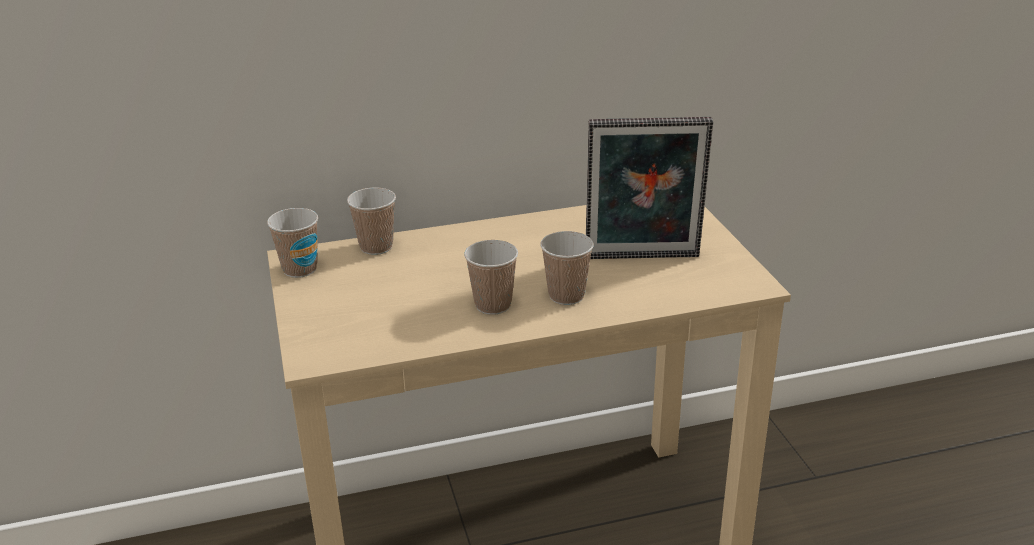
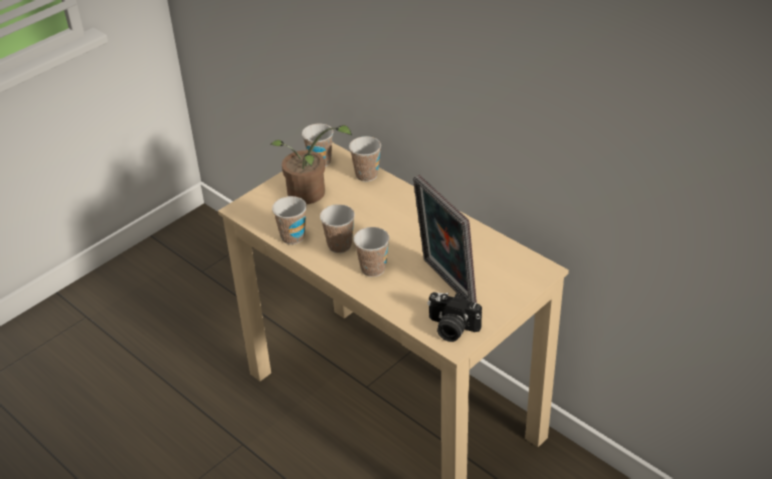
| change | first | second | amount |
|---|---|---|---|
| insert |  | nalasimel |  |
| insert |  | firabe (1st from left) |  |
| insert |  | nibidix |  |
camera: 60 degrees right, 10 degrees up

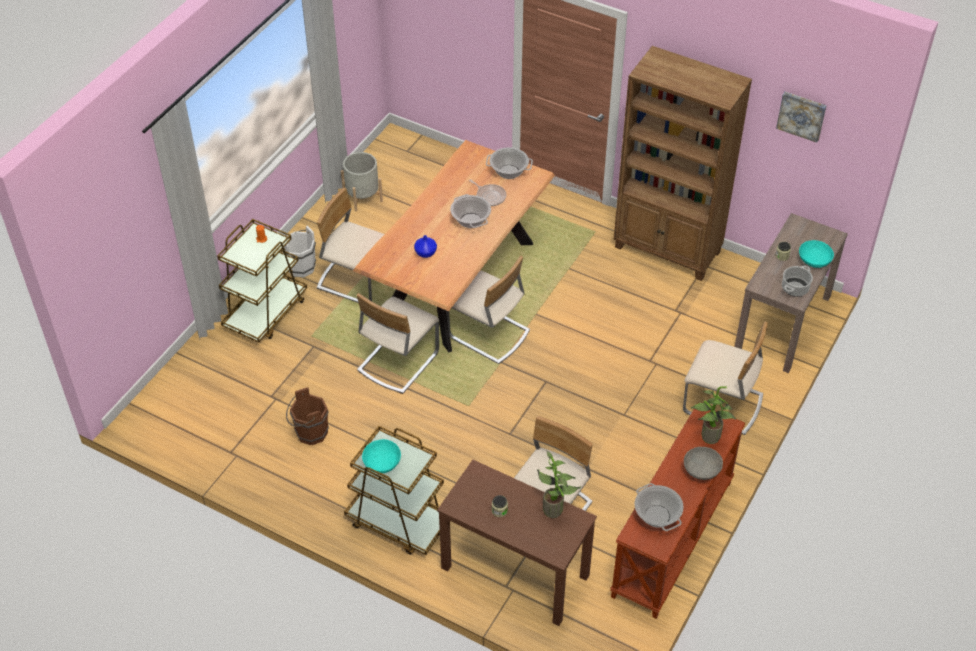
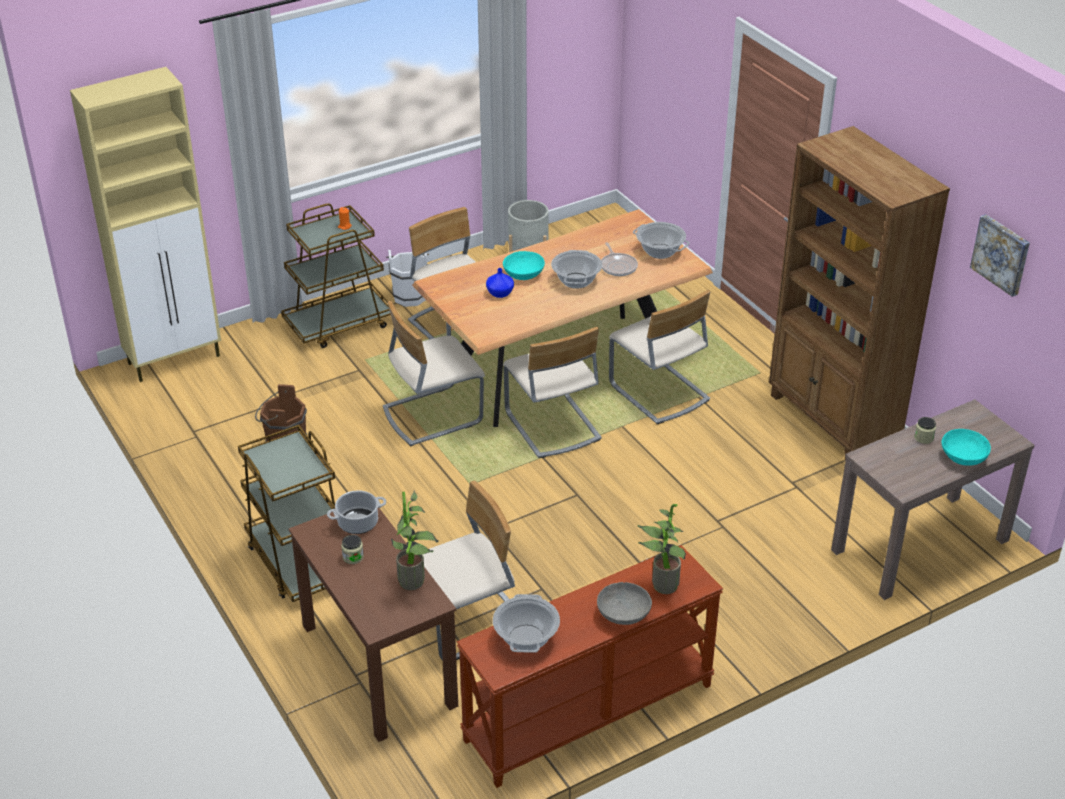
| change | first | second | amount |
|---|---|---|---|
| insert |  | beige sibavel |  |
| move | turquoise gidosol (1st from left) |  |  |
| move | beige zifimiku (5th from left) |  |  |
| move | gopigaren (4th from left in the first image) | gopigaren (1st from left) |  |
camera: 30 degrees right, 10 degrees down

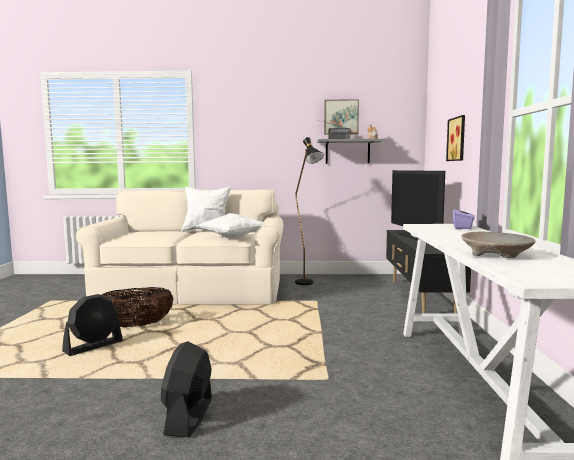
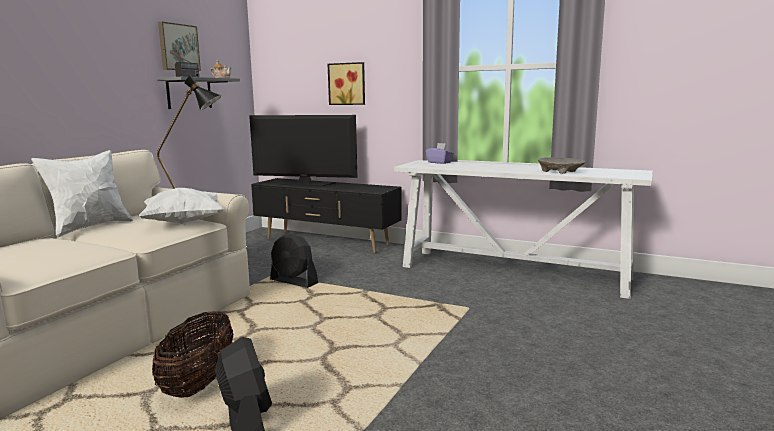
| change | first | second | amount |
|---|---|---|---|
| move | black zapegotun (2nd from left) |  |  |
camera: 65 degrees left, 5 degrees up

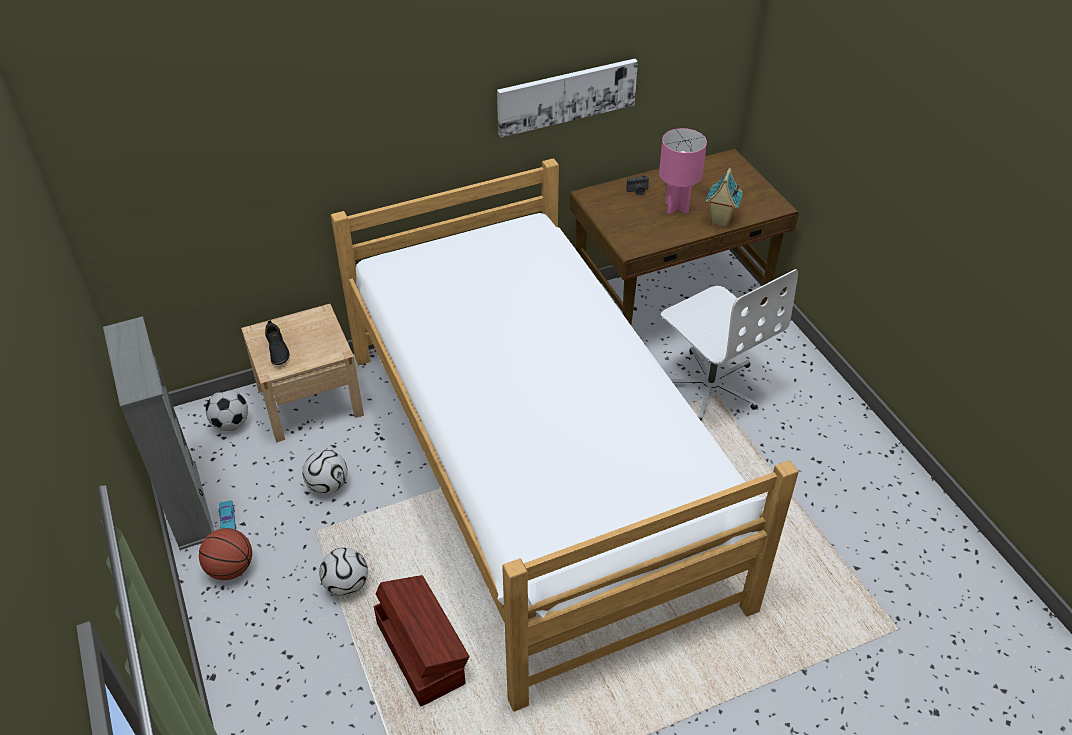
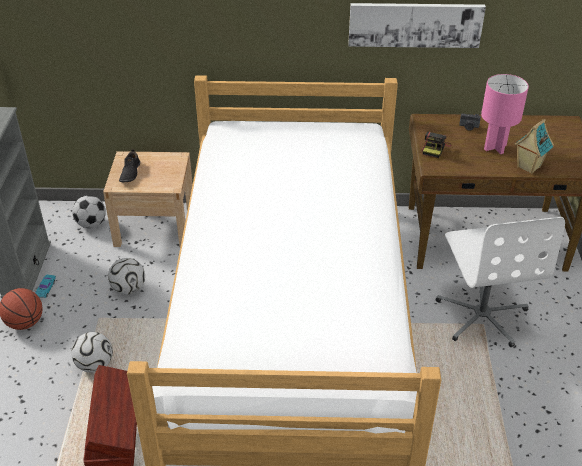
| change | first | second | amount |
|---|---|---|---|
| insert |  | nibidix (1st from left) |  |
camera: 25 degrees right, 5 degrees down

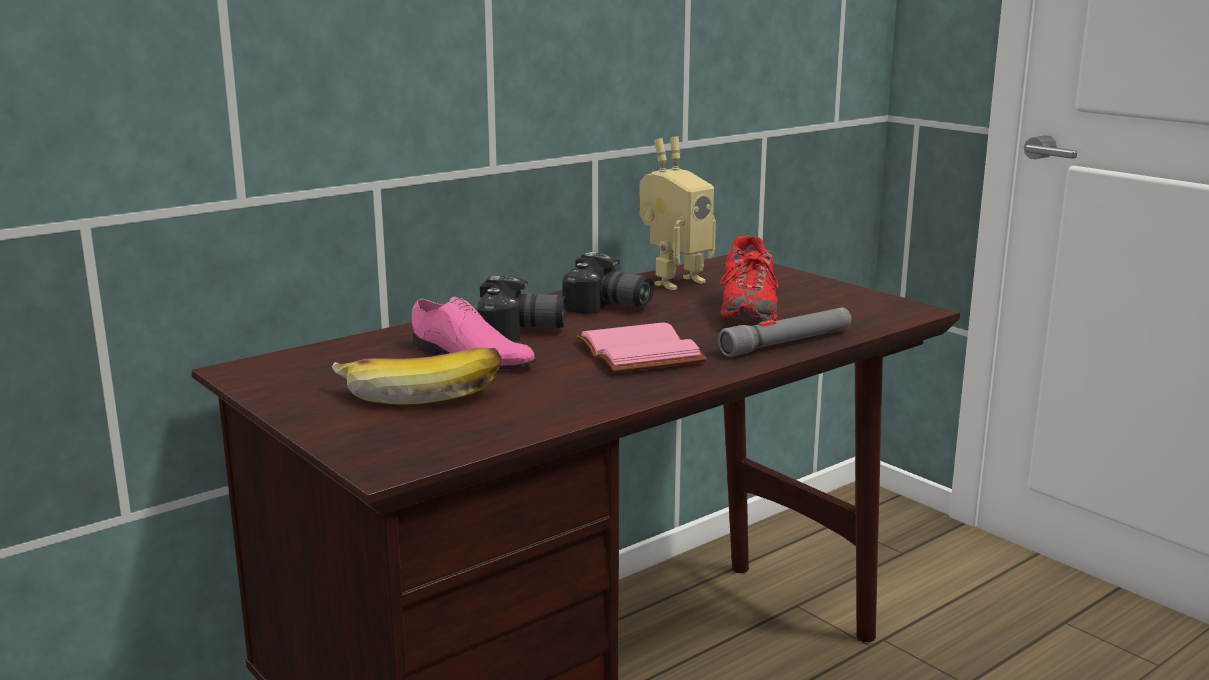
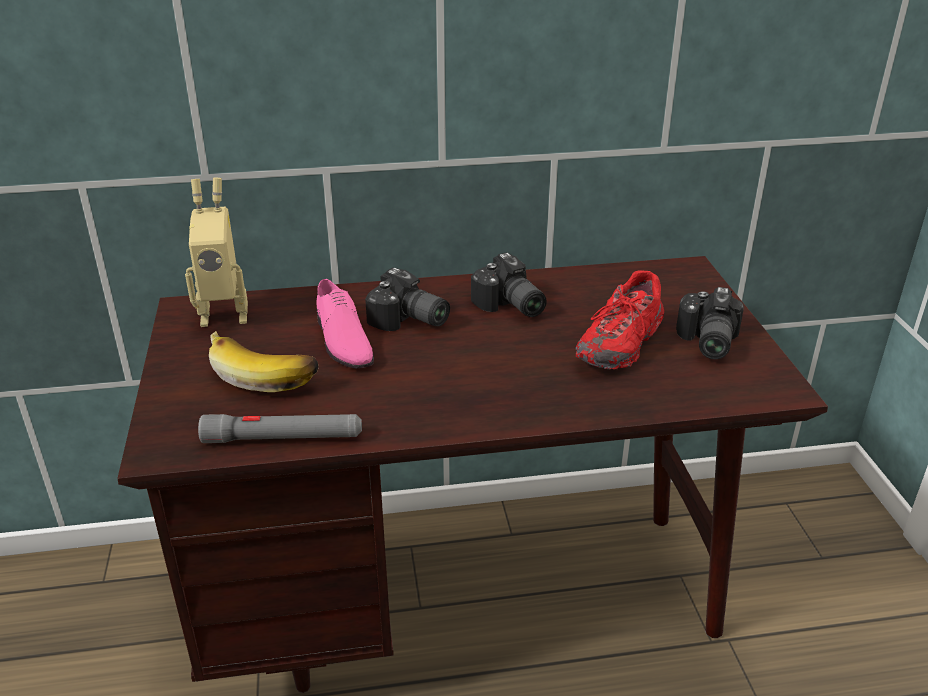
| change | first | second | amount |
|---|---|---|---|
| delete | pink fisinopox |  |  |
| insert |  | nibidix (3rd from left) |  |
| move | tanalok |  |  |
| move | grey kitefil |  |  |
camera: 30 degrees right, 15 degrees up

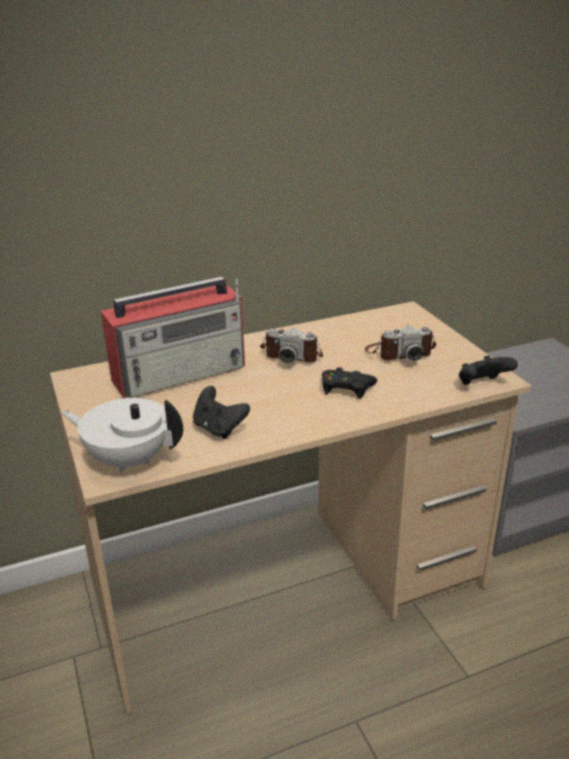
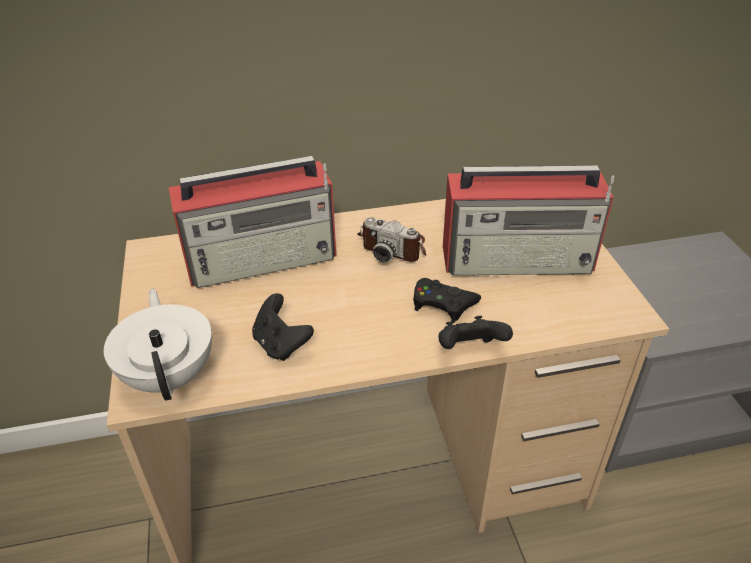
| change | first | second | amount |
|---|---|---|---|
| move | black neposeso (3rd from left) |  |  |
| replace | nibidix (2nd from left) | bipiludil (2nd from left) |  |
| rotate | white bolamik |  | 45 degrees clockwise |
camera: 10 degrees right, 10 degrees up

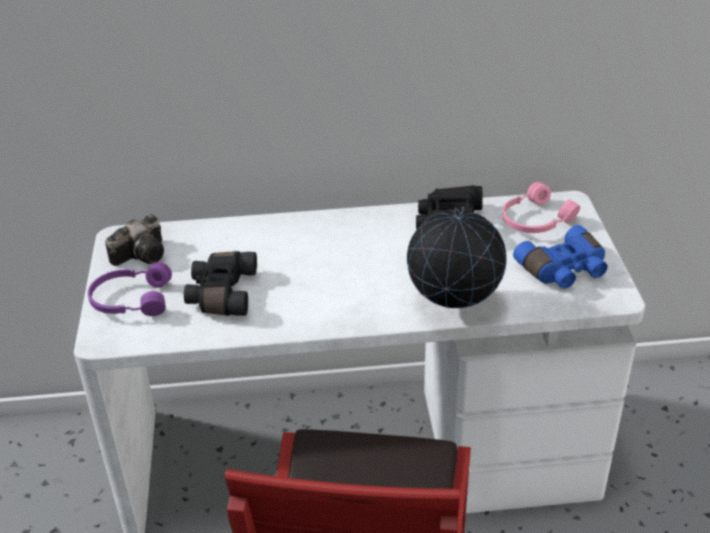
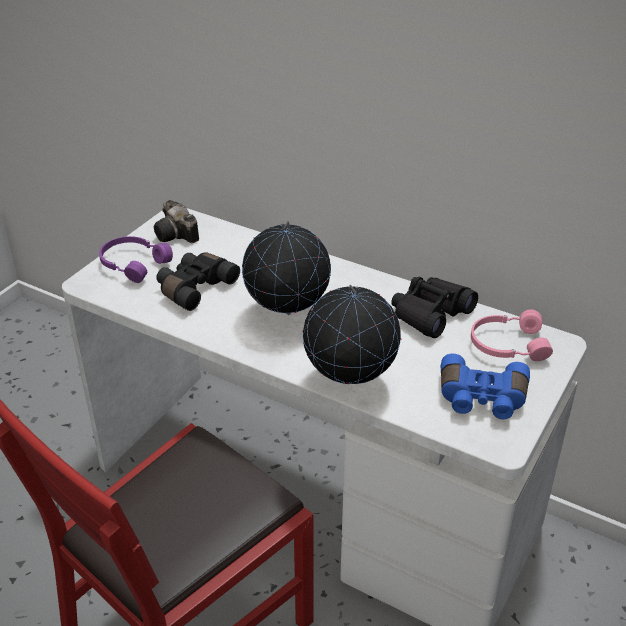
| change | first | second | amount |
|---|---|---|---|
| insert |  | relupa (1st from left) |  |
| rotate | nibidix |  | 60 degrees clockwise |
camera: 35 degrees right, 0 degrees up

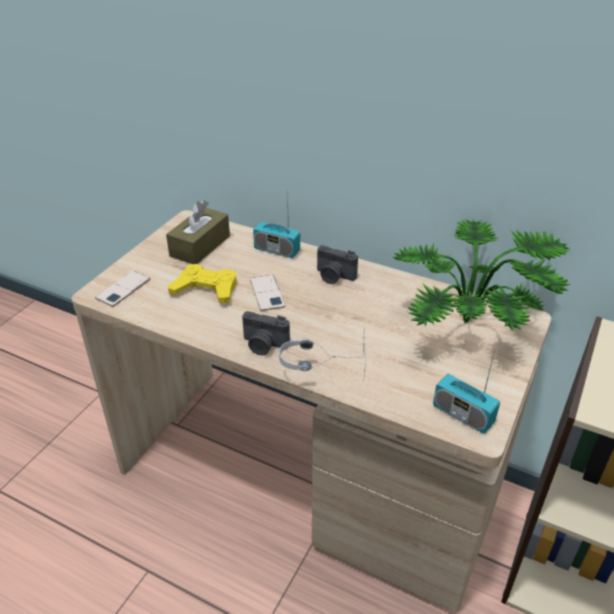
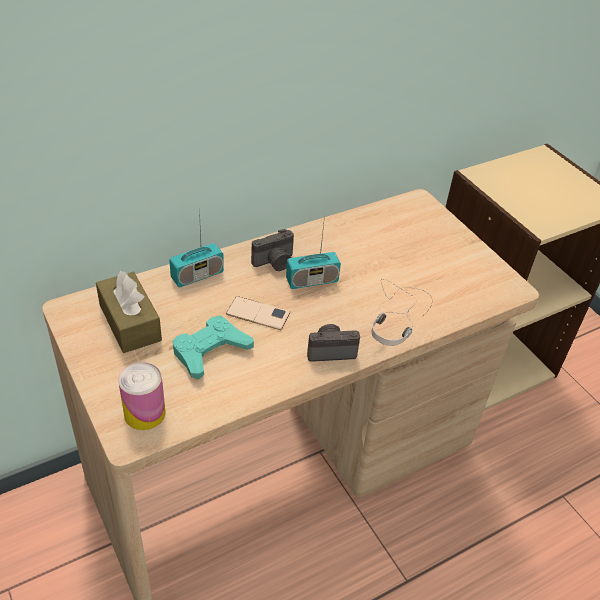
| change | first | second | amount |
|---|---|---|---|
| delete | nalasimel |  |  |
| move | bipiludil (2nd from left) |  |  |
| replace | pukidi (1st from left) | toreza |  |
| recolor | yellow neposeso | turquoise neposeso |  |
| rotate | nibidix (1st from left in the first image) | nibidix (2nd from left) | 150 degrees counterclockwise |
camera: 60 degrees left, 5 degrees up

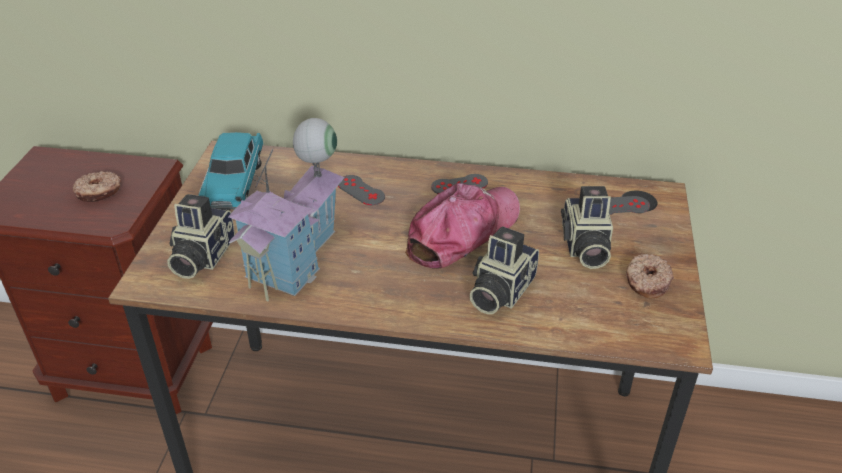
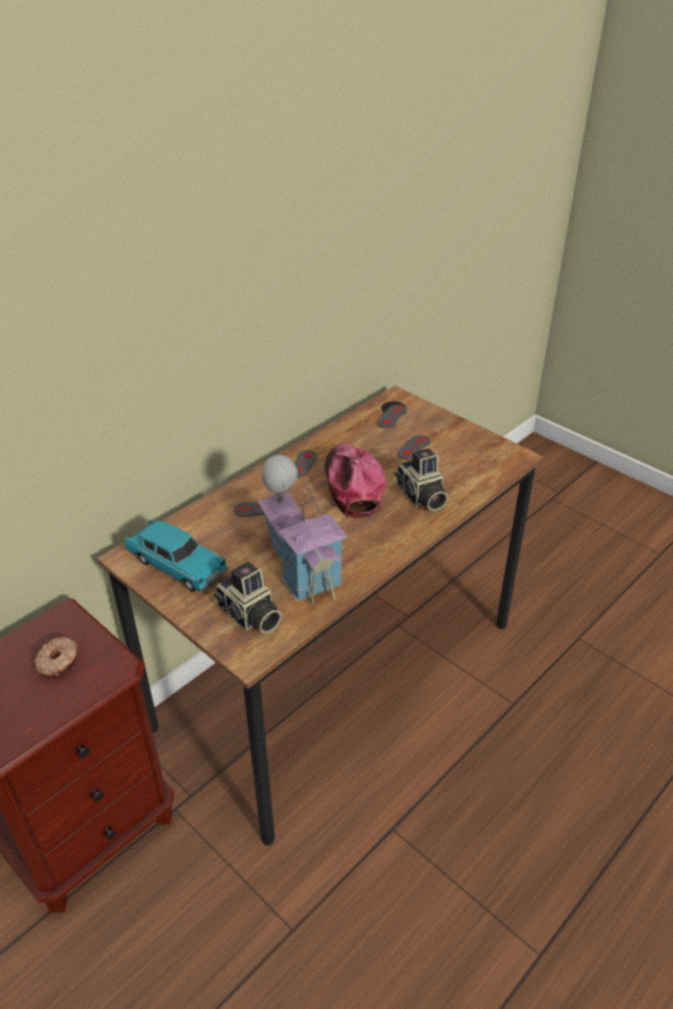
| change | first | second | amount |
|---|---|---|---|
| delete | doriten (2nd from left) |  |  |
| replace | nibidix (3rd from left) | grey neposeso (4th from left) |  |
camera: 55 degrees left, 0 degrees up

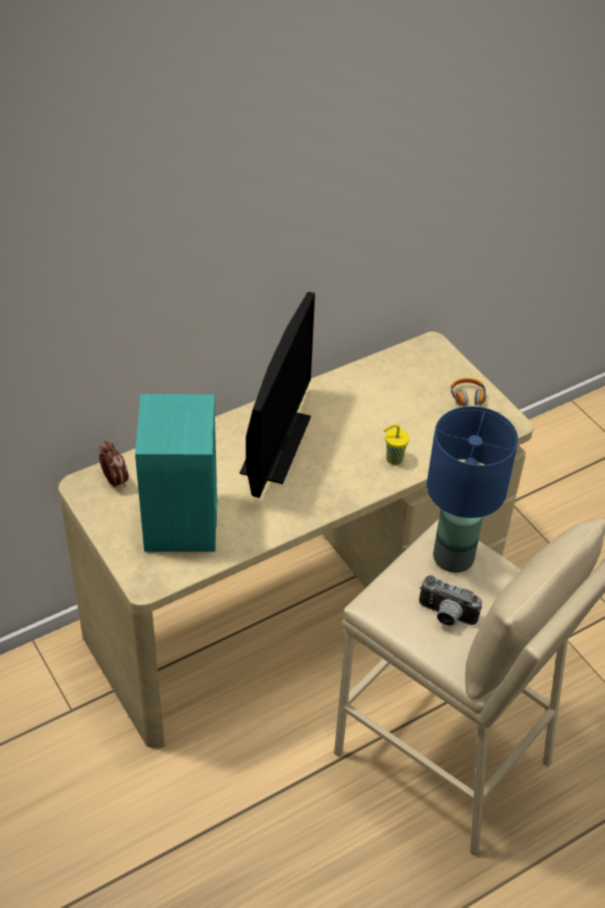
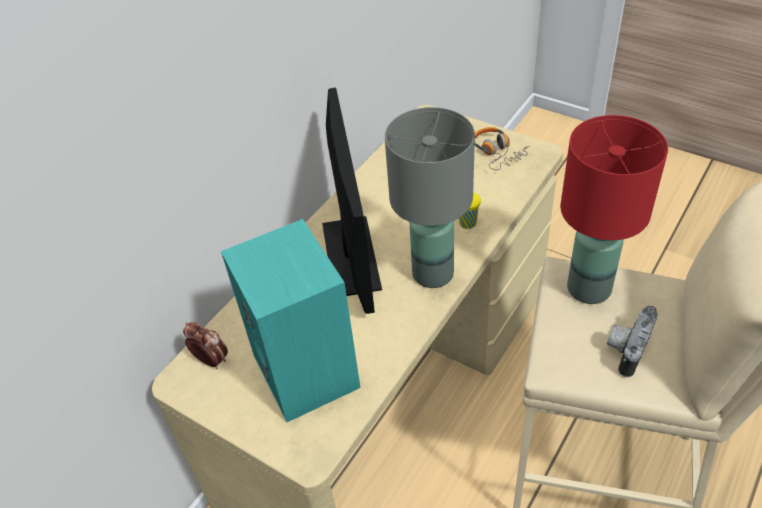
| change | first | second | amount |
|---|---|---|---|
| insert |  | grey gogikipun |  |
| recolor | blue gogikipun | red gogikipun |  |
| rotate | nibidix |  | 120 degrees clockwise |
camera: 20 degrees left, 0 degrees up

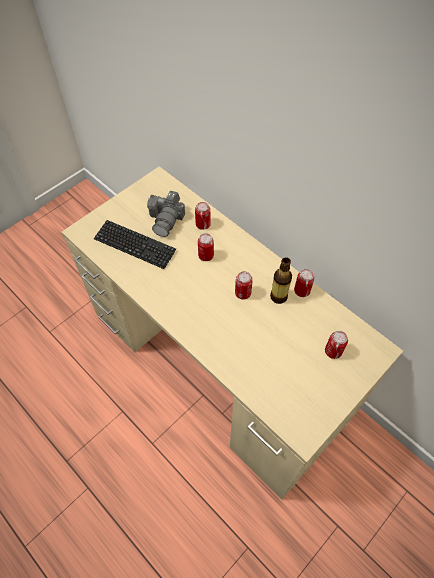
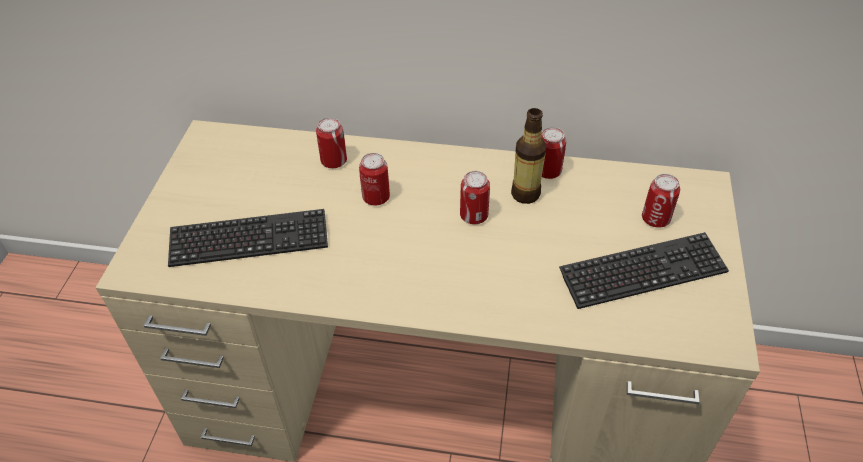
| change | first | second | amount |
|---|---|---|---|
| delete | nibidix |  |  |
| insert |  | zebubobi (2nd from left) |  |
camera: 35 degrees left, 10 degrees down

